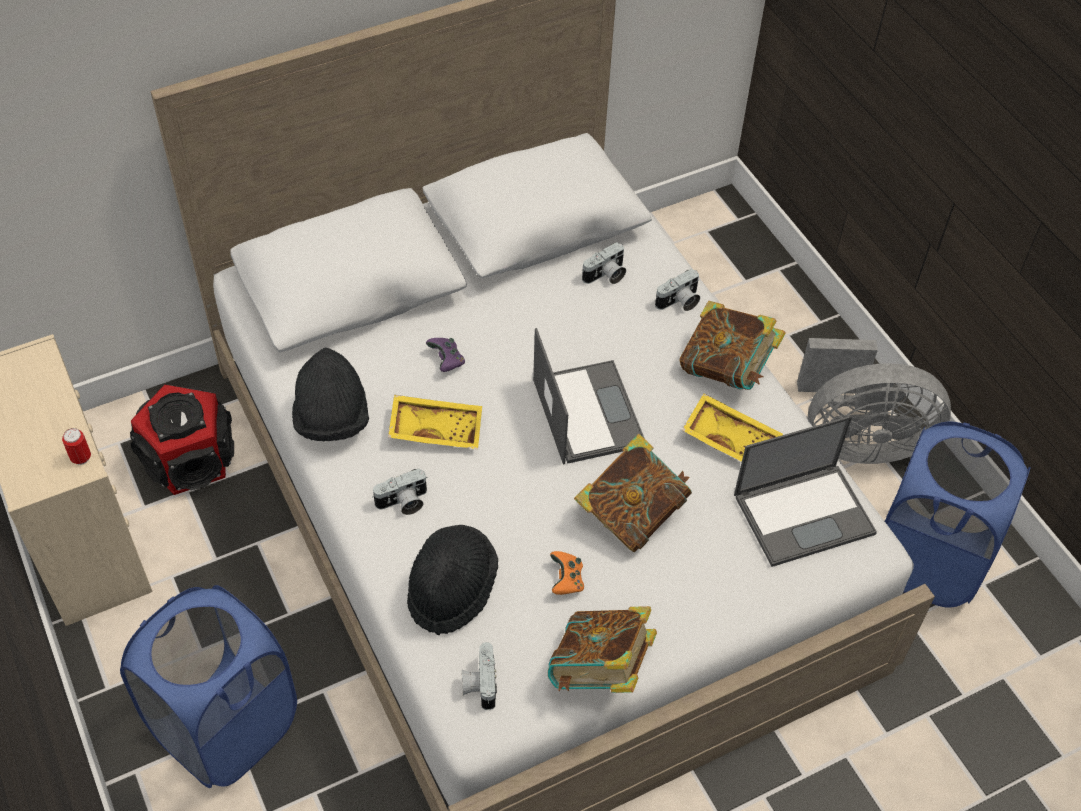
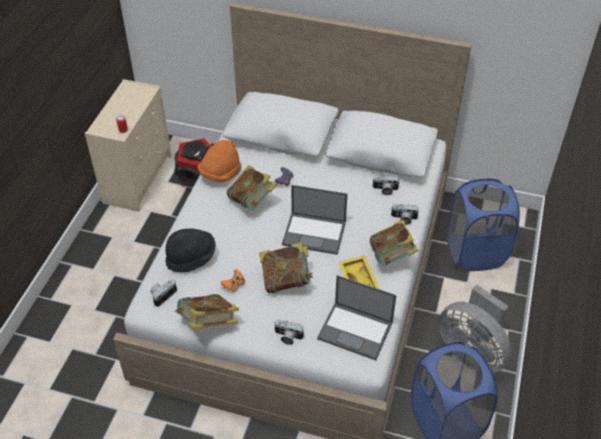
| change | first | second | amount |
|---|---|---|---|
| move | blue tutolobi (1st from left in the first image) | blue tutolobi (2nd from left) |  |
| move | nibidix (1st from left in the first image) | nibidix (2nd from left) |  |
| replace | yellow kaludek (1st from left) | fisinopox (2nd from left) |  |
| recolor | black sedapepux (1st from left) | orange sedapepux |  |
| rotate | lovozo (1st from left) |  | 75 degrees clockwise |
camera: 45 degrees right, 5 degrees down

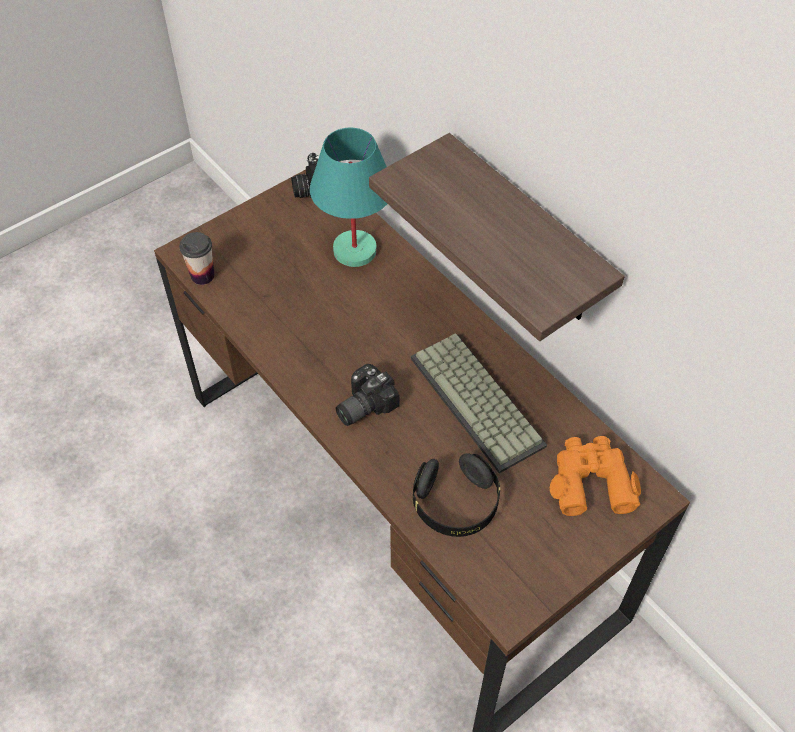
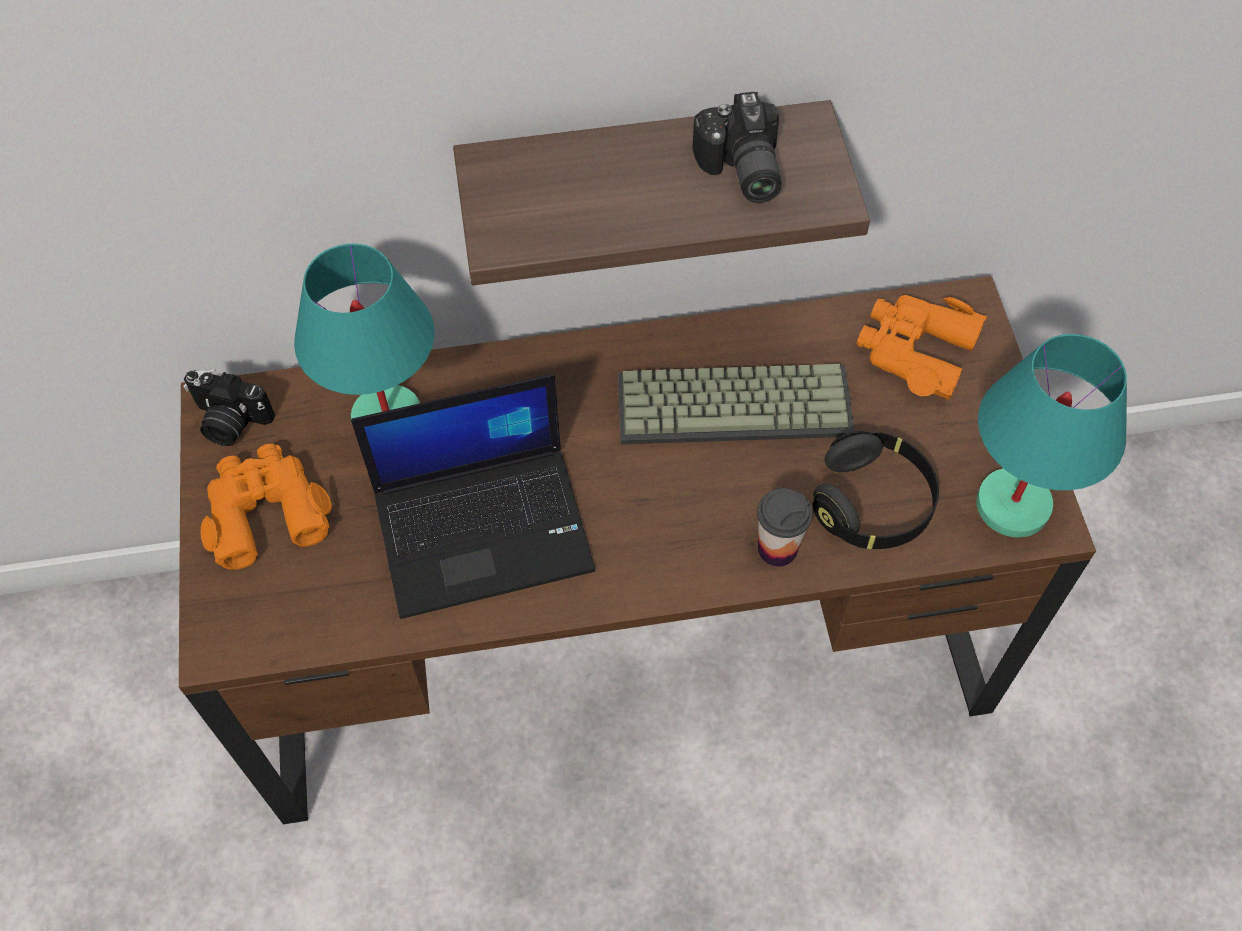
| change | first | second | amount |
|---|---|---|---|
| insert |  | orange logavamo (1st from left) |  |
| insert |  | lovozo |  |
| insert |  | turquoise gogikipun (2nd from left) |  |
| move | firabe |  |  |
| move | nibidix (2nd from left) |  |  |
camera: 60 degrees left, 5 degrees up

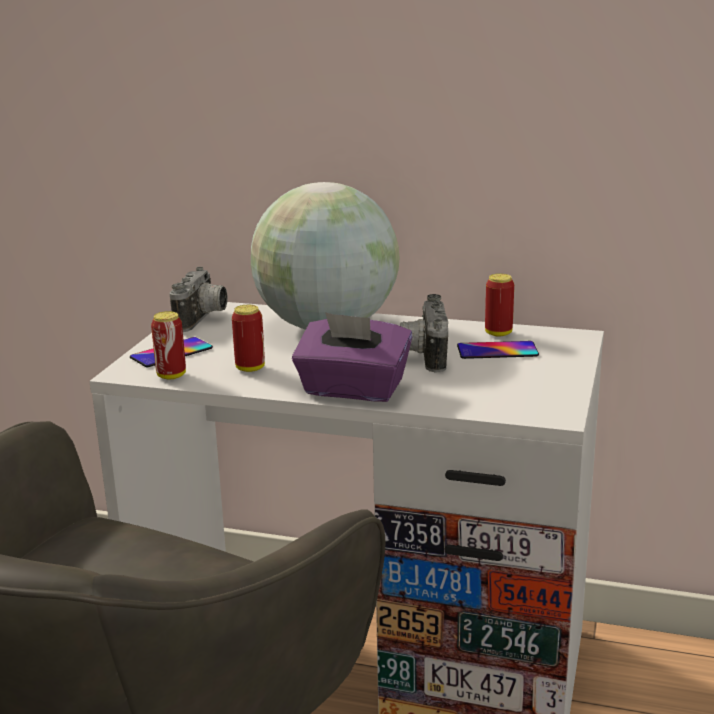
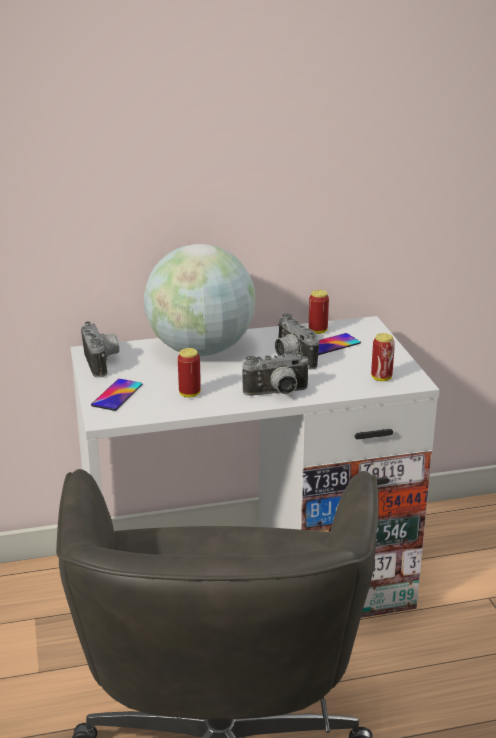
| change | first | second | amount |
|---|---|---|---|
| move | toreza (1st from left in the first image) | toreza (3rd from left) |  |
| replace | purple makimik | nibidix (2nd from left) |  |
camera: 30 degrees left, 5 degrees up

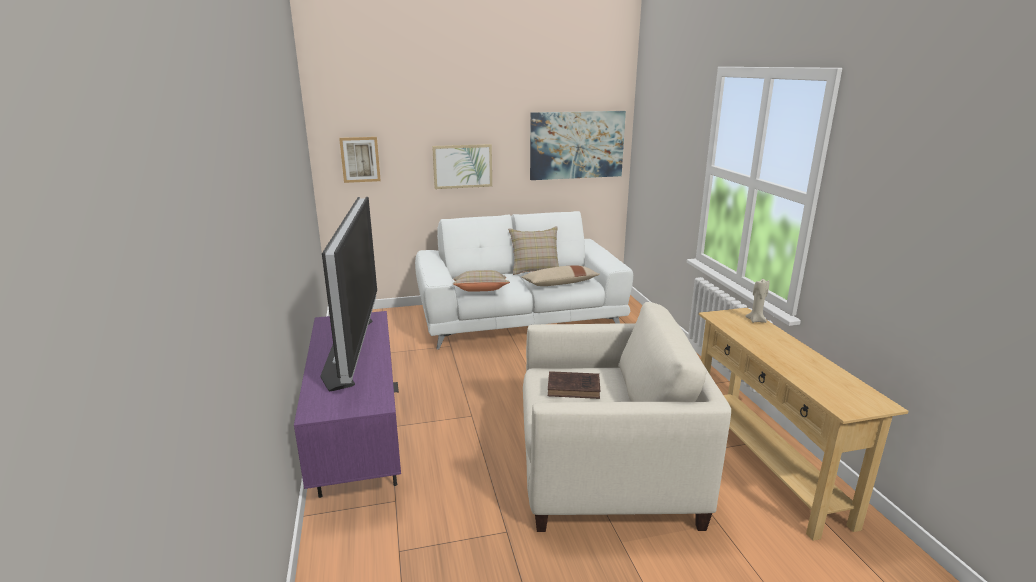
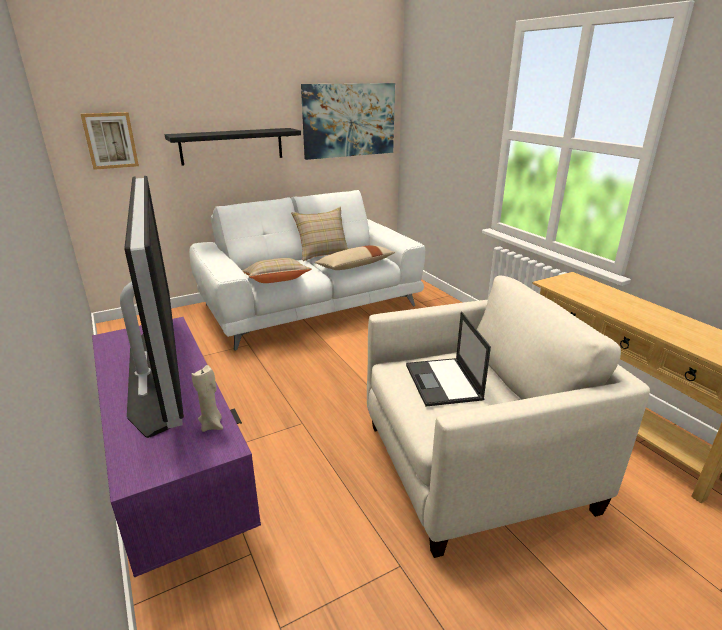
| change | first | second | amount |
|---|---|---|---|
| move | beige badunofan |  |  |
| replace | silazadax (2nd from left) | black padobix |  |
| replace | brown fisinopox | lovozo |  |
camera: 15 degrees left, 5 degrees up

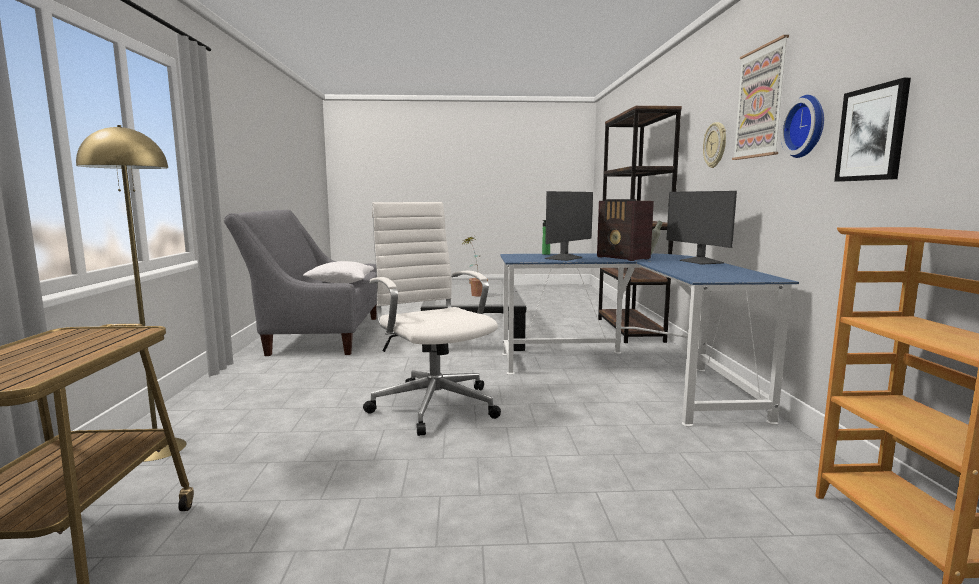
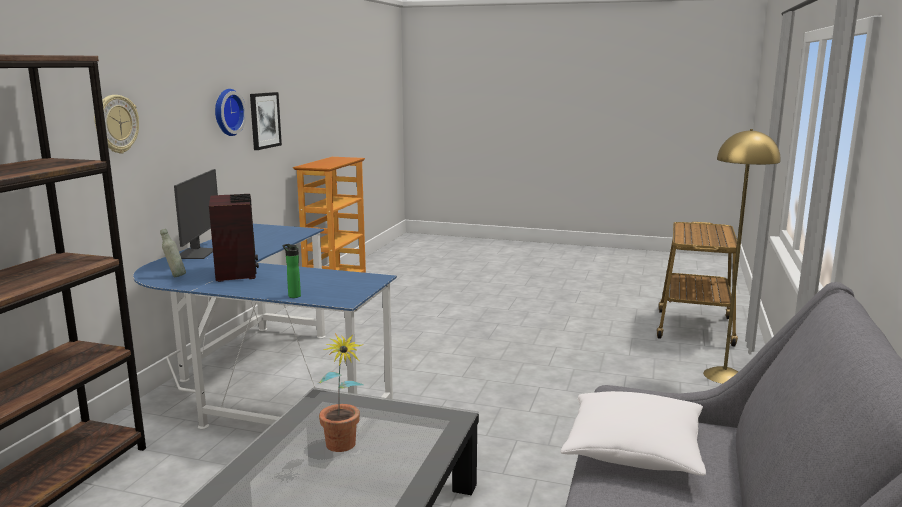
| change | first | second | amount |
|---|---|---|---|
| delete | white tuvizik |  |  |
| delete | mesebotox (1st from left) |  |  |
| delete | silazadax (1st from left) |  |  |
camera: 160 degrees left, 5 degrees up

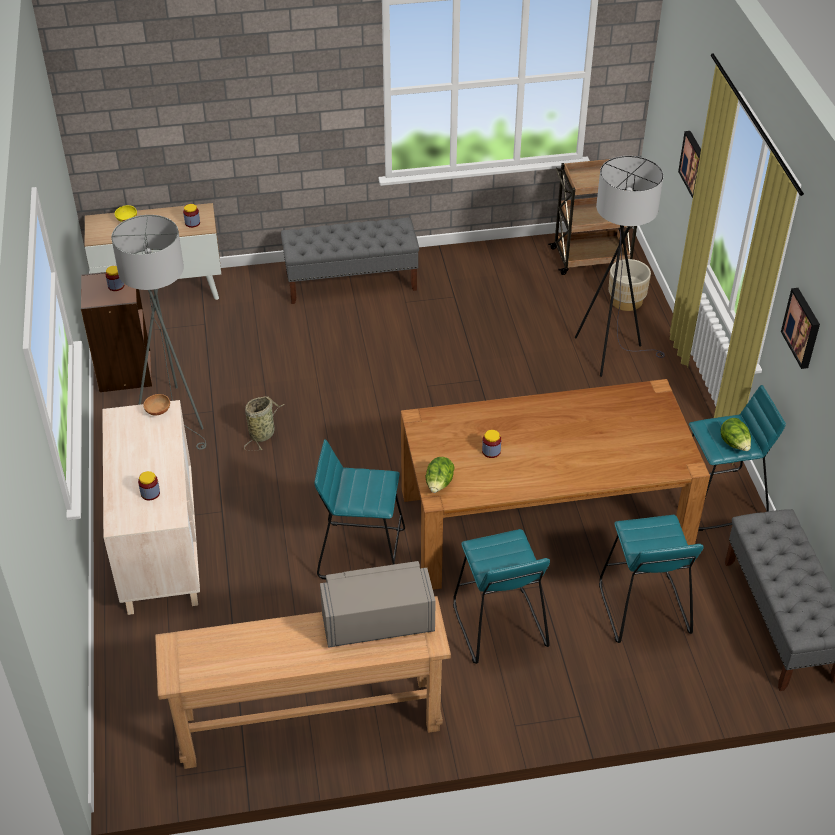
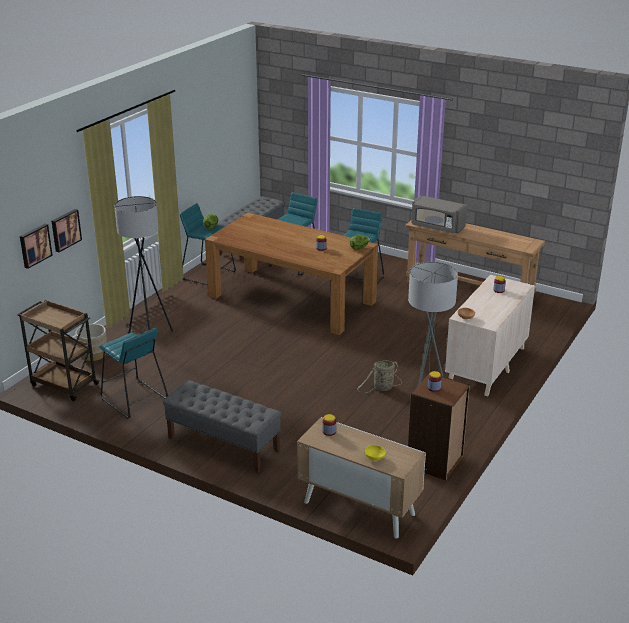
| change | first | second | amount |
|---|---|---|---|
| move | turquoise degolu (1st from left) |  |  |
| move | silazadax (2nd from left in the first image) | silazadax (1st from left) |  |
camera: 140 degrees left, 15 degrees down

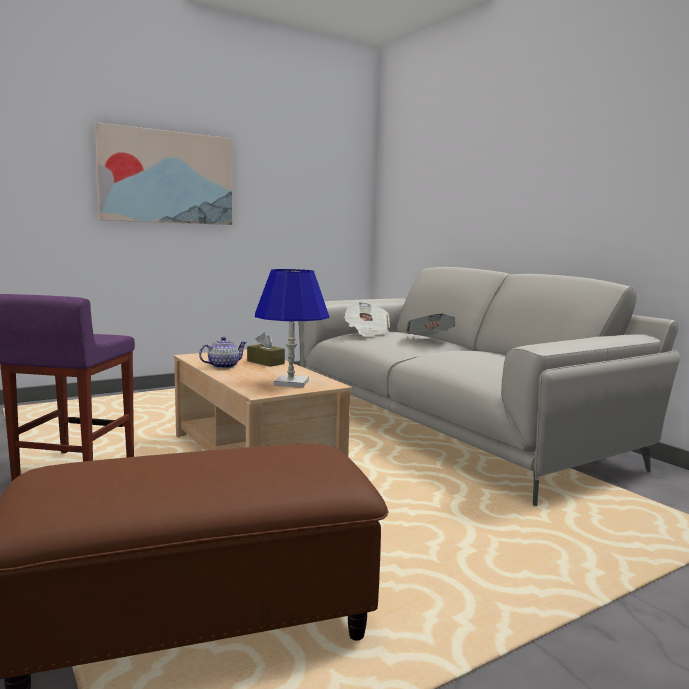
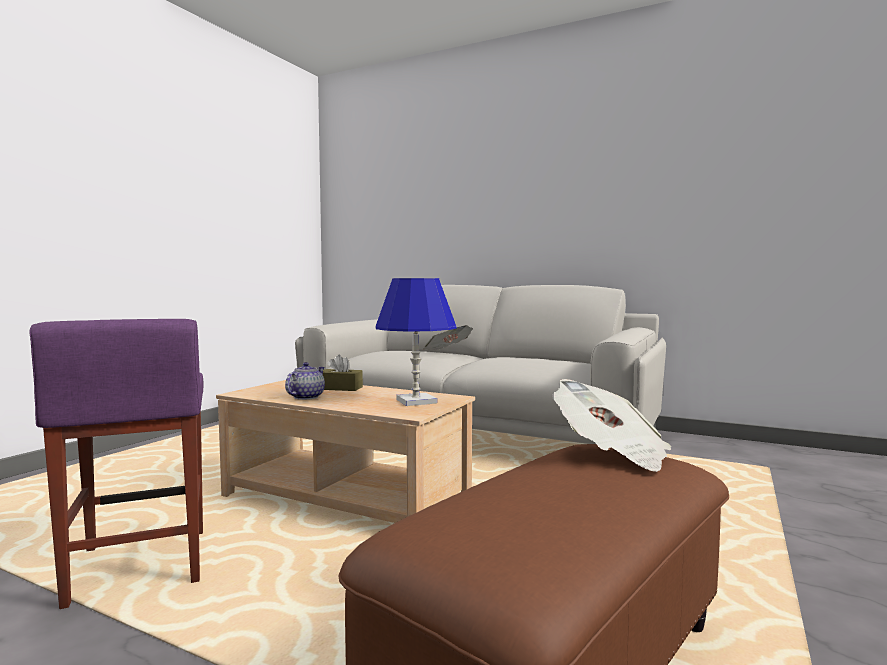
| change | first | second | amount |
|---|---|---|---|
| delete | silazadax |  |  |
| move | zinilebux (1st from left in the first image) | zinilebux (2nd from left) |  |
camera: 30 degrees left, 5 degrees down

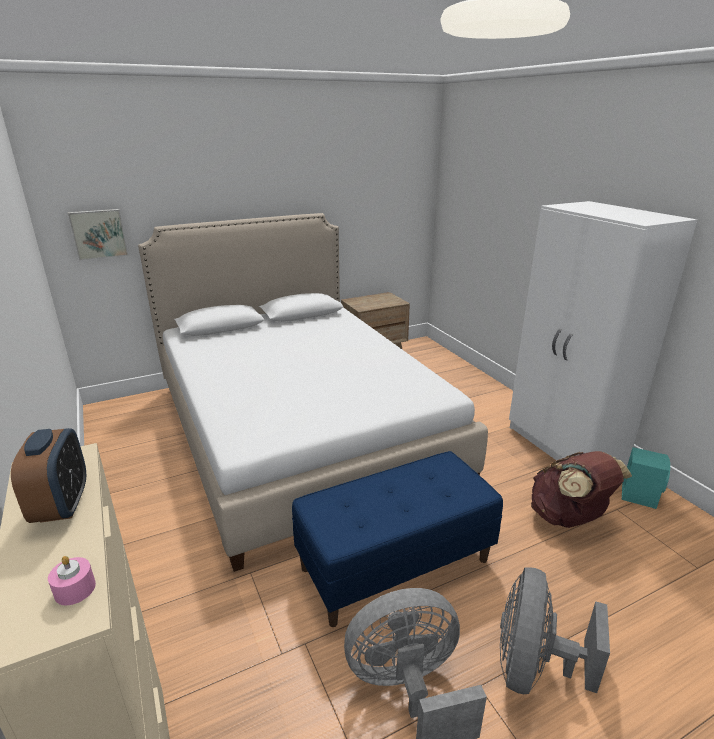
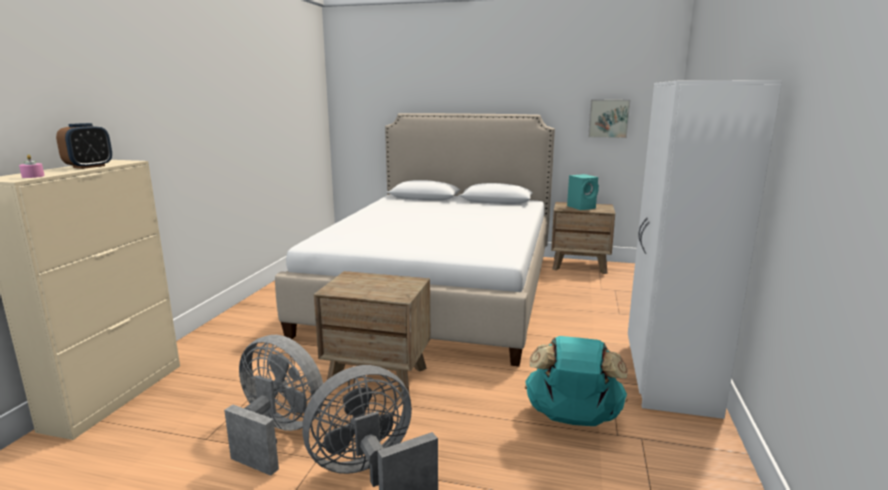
| change | first | second | amount |
|---|---|---|---|
| move | silazadax |  |  |
| move | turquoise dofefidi |  |  |
| replace | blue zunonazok | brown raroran (1st from left) |  |
| recolor | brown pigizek | turquoise pigizek |  |
camera: 40 degrees right, 10 degrees down

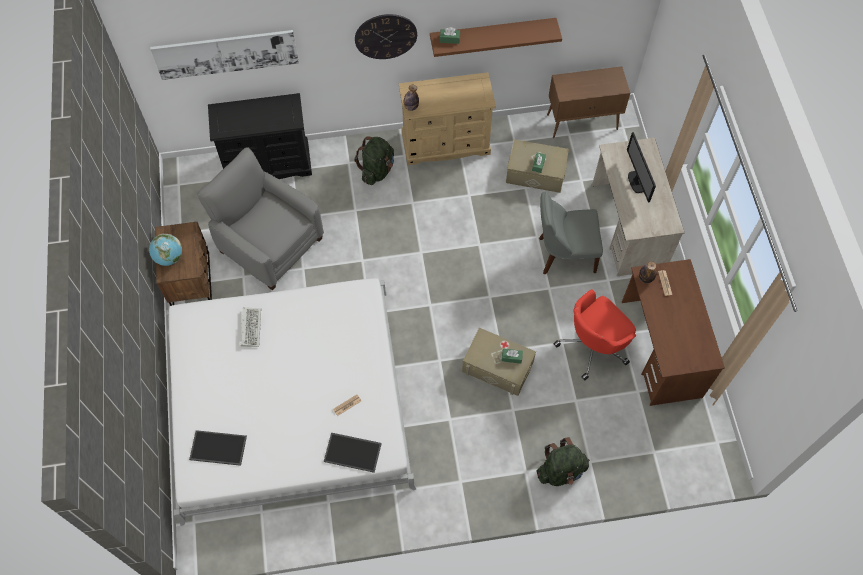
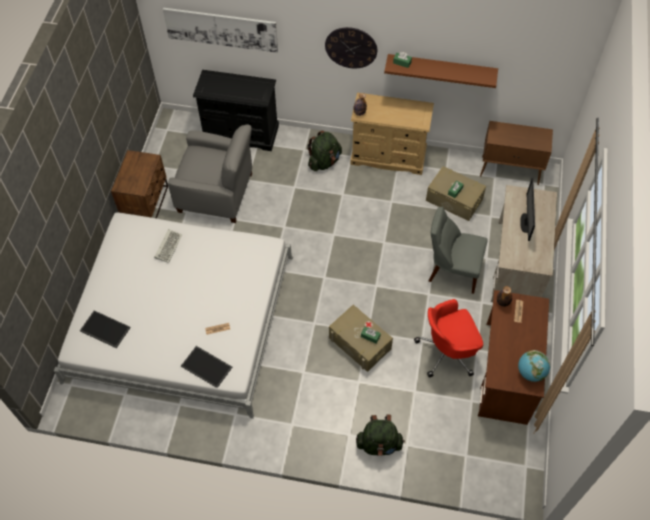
| change | first | second | amount |
|---|---|---|---|
| move | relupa |  |  |
| rotate | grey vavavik |  | 135 degrees clockwise |
camera: 20 degrees right, 5 degrees down

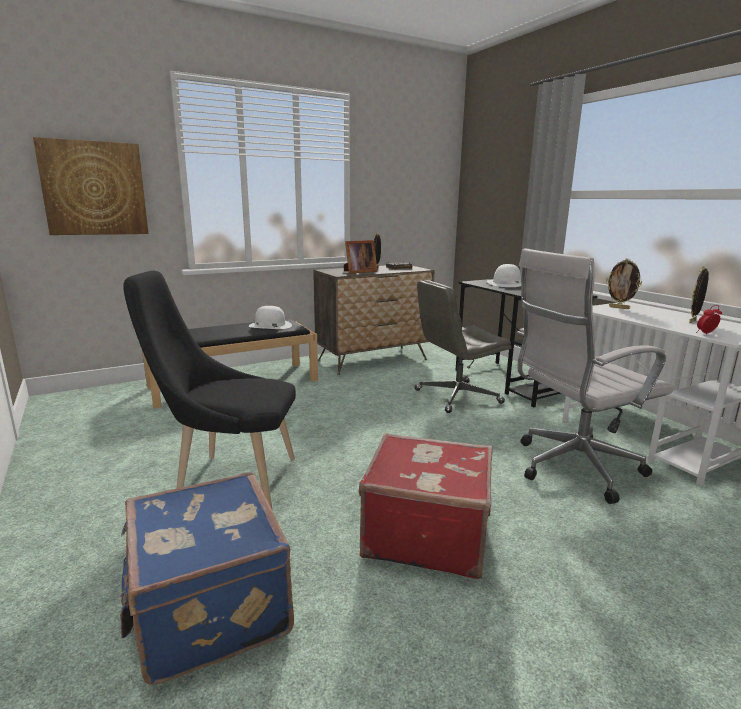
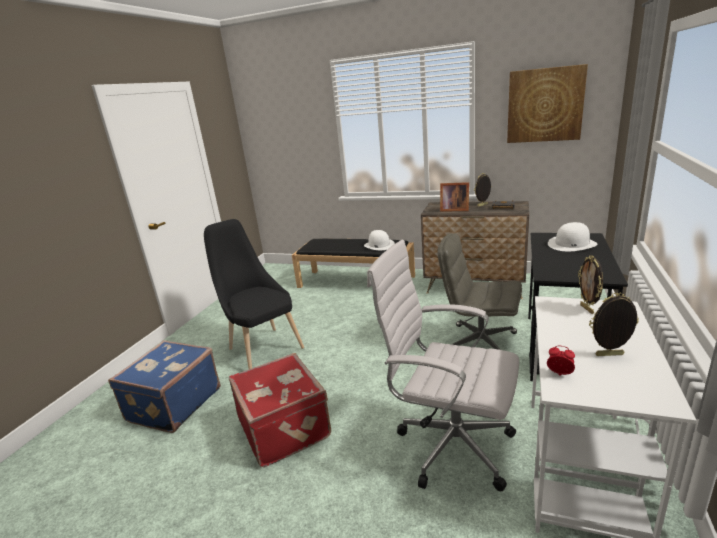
| change | first | second | amount |
|---|---|---|---|
| move | silazadax |  |  |
camera: 50 degrees right, 5 degrees up

